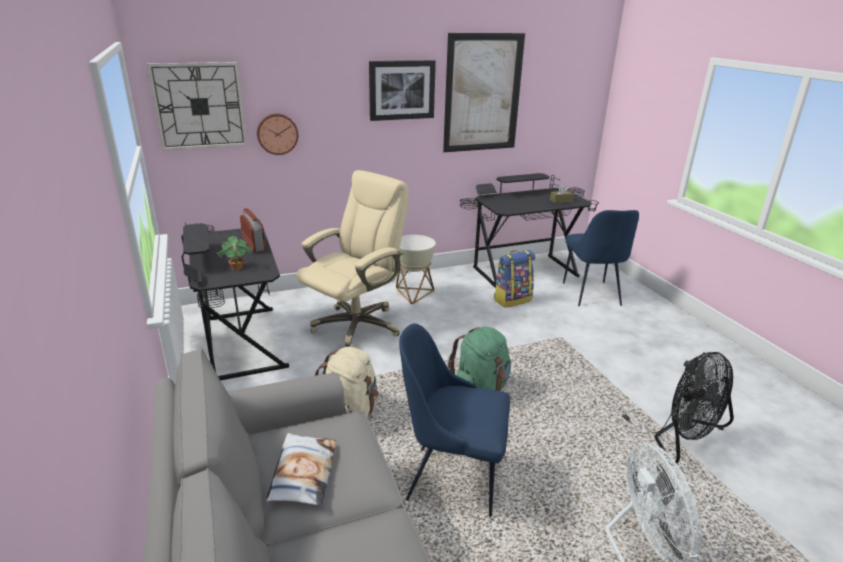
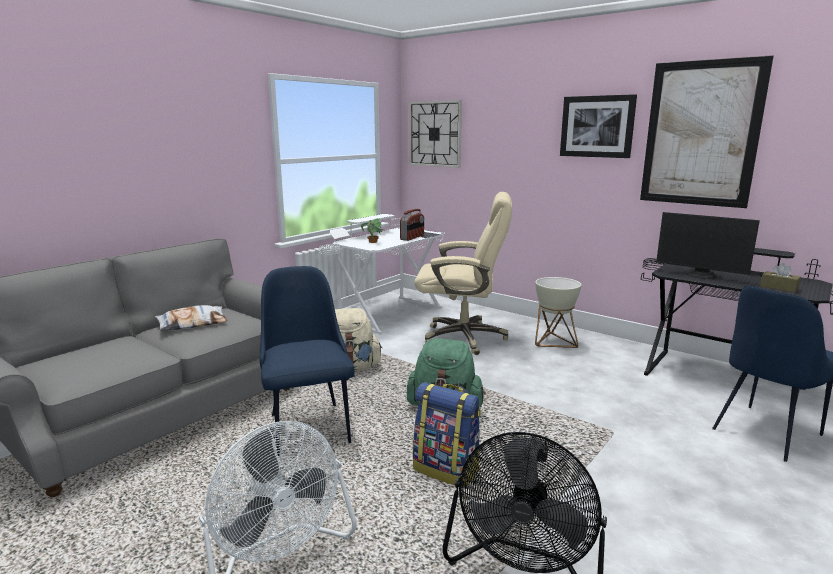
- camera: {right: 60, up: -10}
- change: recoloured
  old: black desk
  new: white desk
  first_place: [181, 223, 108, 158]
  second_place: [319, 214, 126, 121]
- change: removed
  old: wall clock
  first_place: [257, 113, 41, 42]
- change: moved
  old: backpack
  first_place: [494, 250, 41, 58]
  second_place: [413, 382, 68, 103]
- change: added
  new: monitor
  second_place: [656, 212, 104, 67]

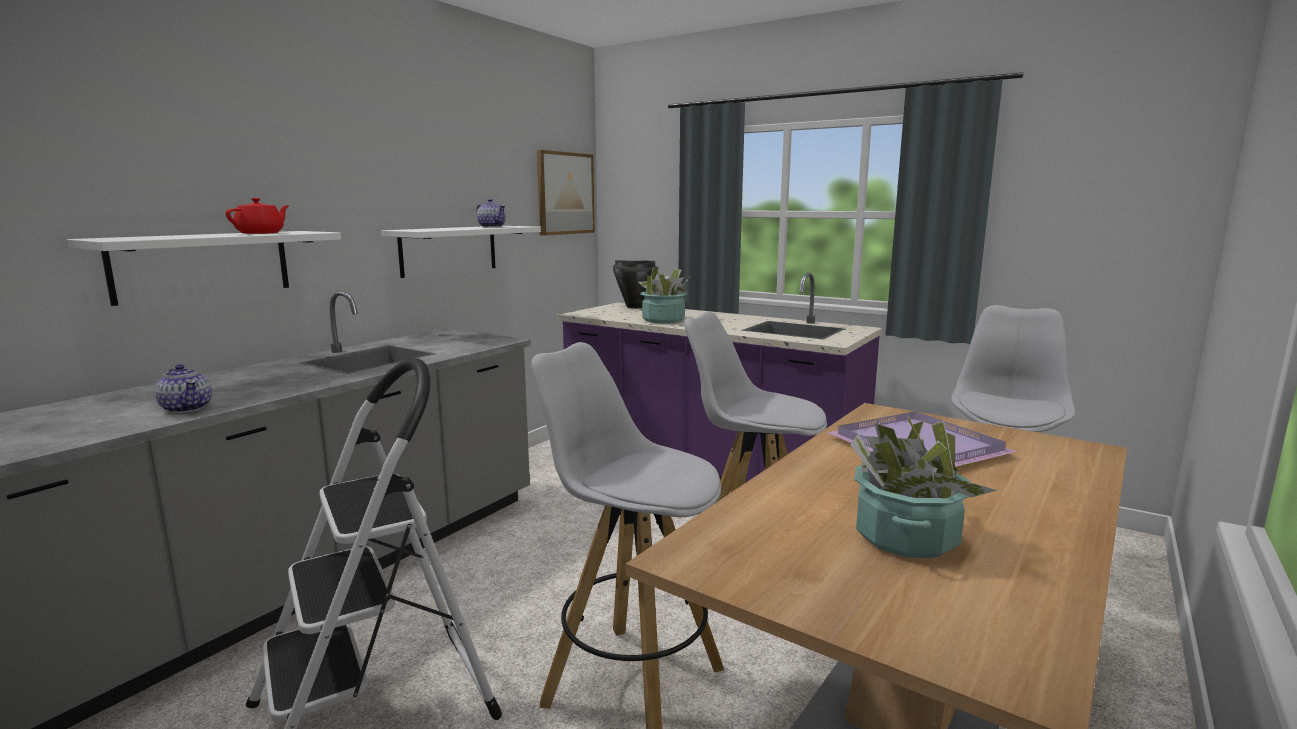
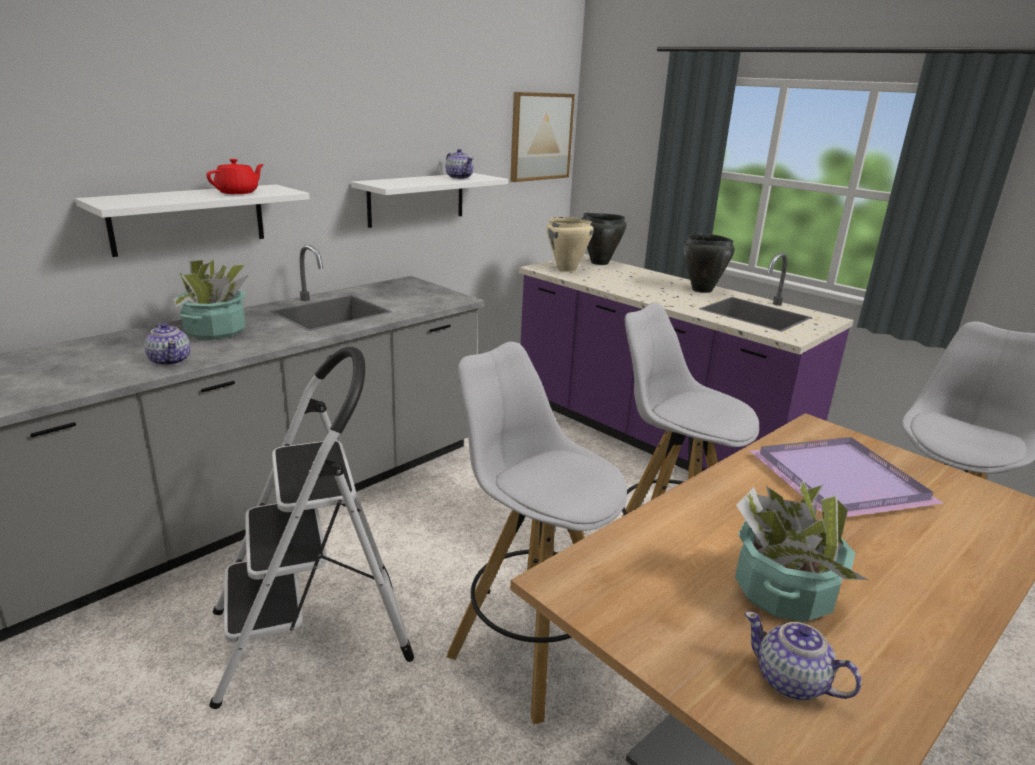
- camera: {right: 10, up: 10}
- change: moved
  old: potted plant
  first_place: [638, 267, 51, 56]
  second_place: [173, 259, 76, 81]
- change: added
  new: beige cooking pot
  second_place: [546, 217, 48, 55]
- change: added
  new: black cooking pot
  second_place: [683, 233, 52, 60]
- change: added
  new: teapot
  second_place: [744, 611, 118, 89]

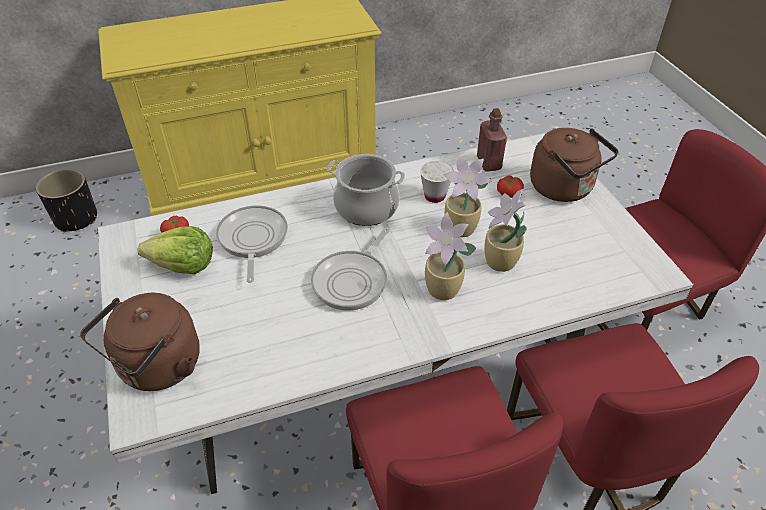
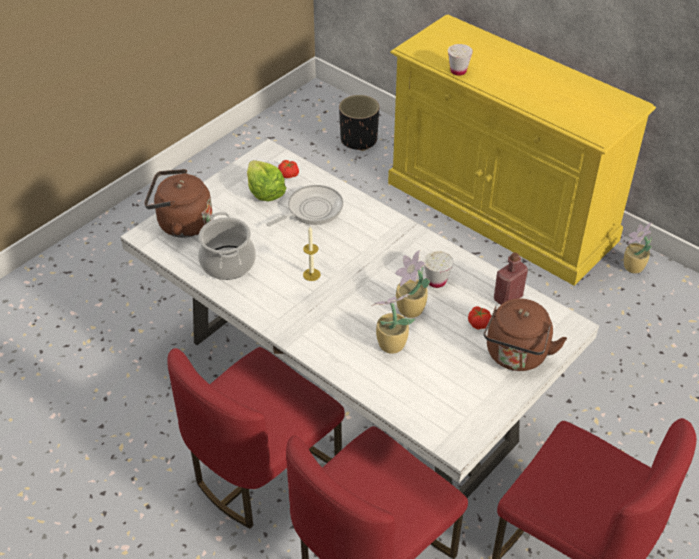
- camera: {right: 60, up: 0}
- change: replaced
  old: frying pan
  new: candle
  first_place: [311, 228, 79, 83]
  second_place: [303, 227, 18, 54]
- change: moved
  old: cooking pot
  first_place: [327, 154, 78, 72]
  second_place: [198, 212, 58, 68]
- change: moved
  old: potted plant
  first_place: [425, 212, 51, 88]
  second_place: [624, 223, 28, 51]
- change: added
  new: white cup
  second_place: [448, 44, 25, 32]

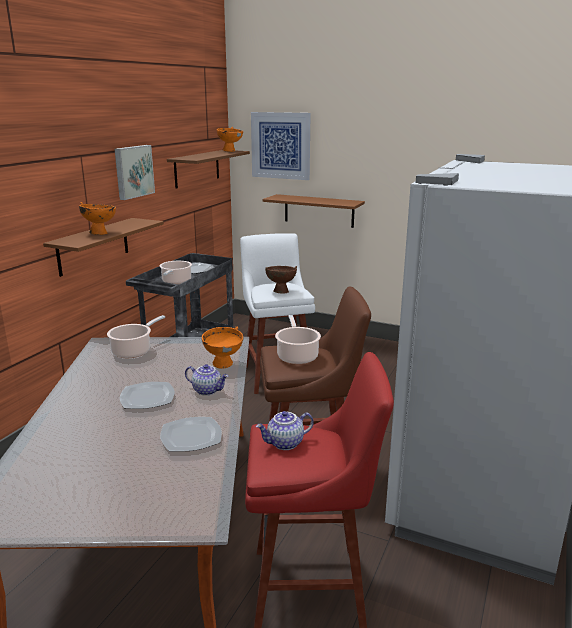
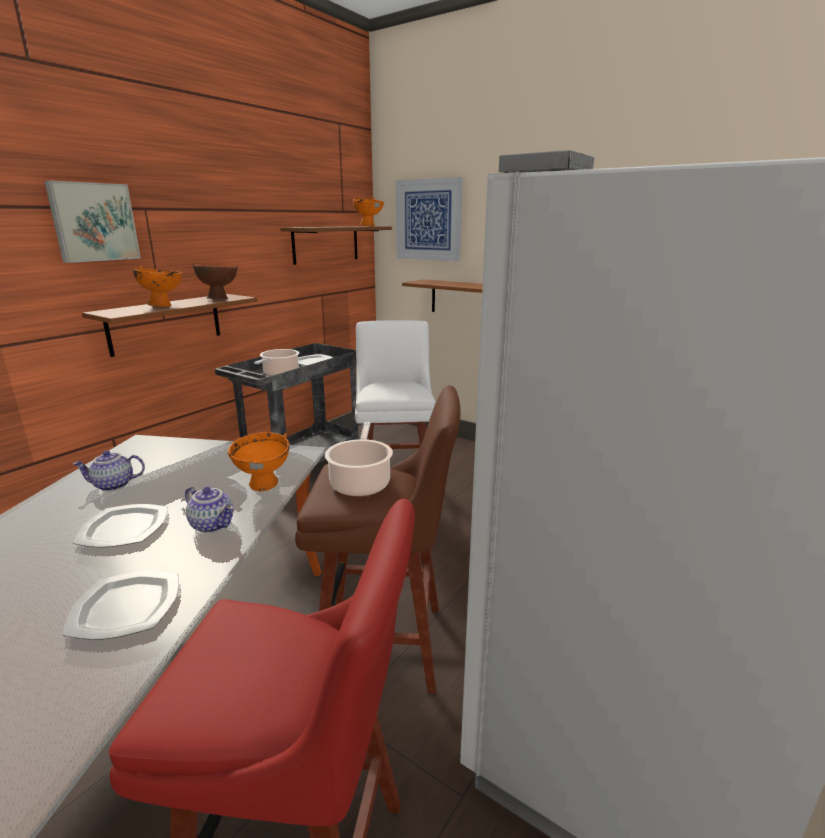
- camera: {right: 10, up: 0}
- change: removed
  old: cooking pot
  first_place: [107, 315, 58, 43]
- change: moved
  old: picture
  first_place: [115, 145, 40, 55]
  second_place: [44, 180, 97, 83]
- change: moved
  old: teapot
  first_place: [256, 411, 58, 39]
  second_place: [73, 451, 72, 40]
- change: moved
  old: brown bowl
  first_place: [265, 266, 32, 27]
  second_place: [192, 263, 46, 36]

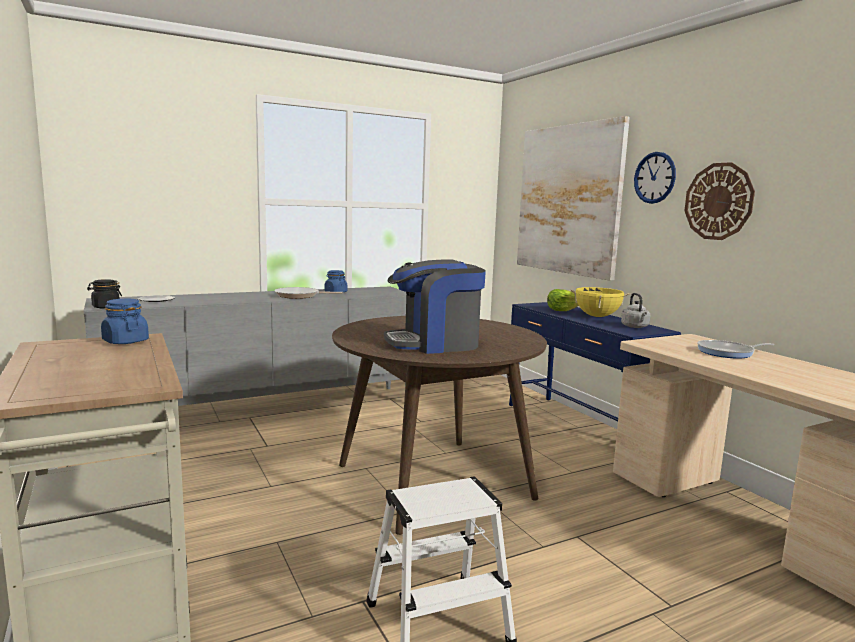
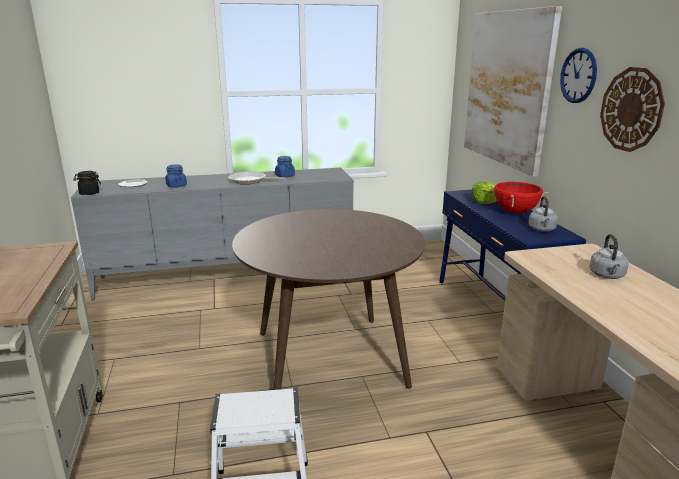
- camera: {right: 15, up: 10}
- change: moved
  old: blue jar
  first_place: [101, 298, 48, 46]
  second_place: [165, 165, 22, 23]
- change: removed
  old: coffee machine
  first_place: [384, 260, 102, 94]
- change: recoloured
  old: yellow cooking pot
  new: red cooking pot
  first_place: [570, 287, 60, 30]
  second_place: [489, 182, 60, 32]
- change: replaced
  old: frying pan
  new: grey kettle
  first_place: [697, 340, 77, 19]
  second_place: [589, 234, 40, 45]

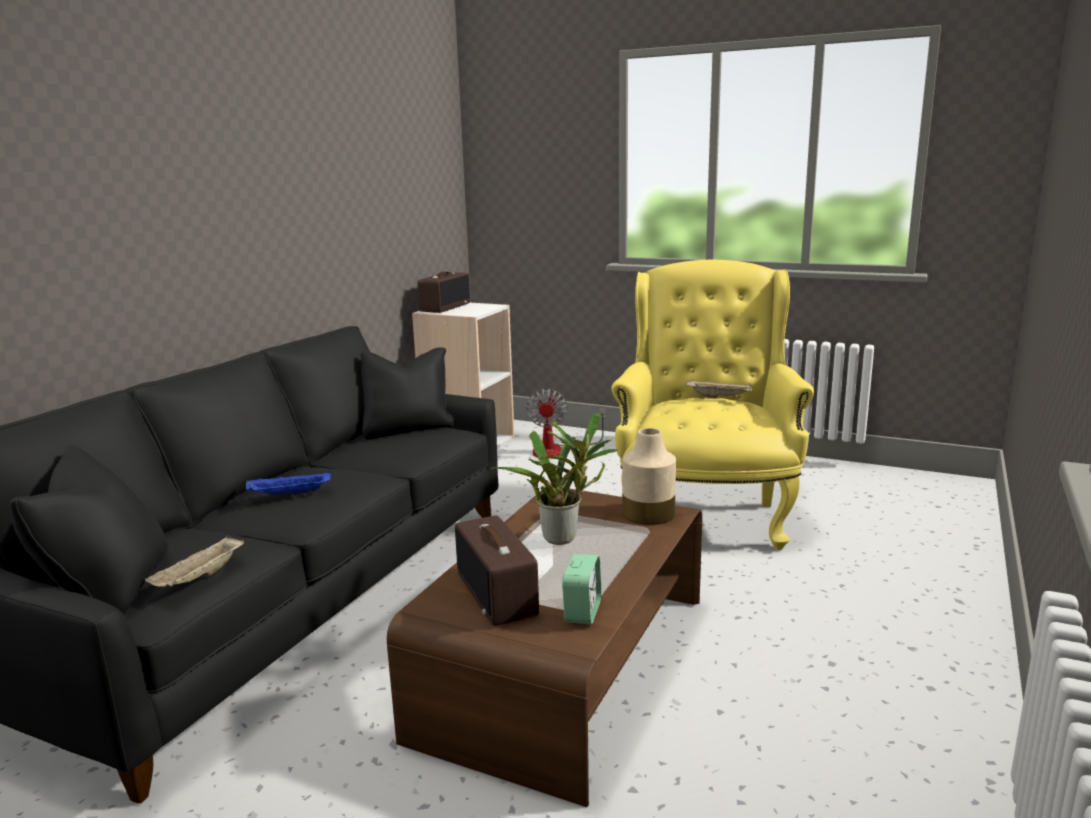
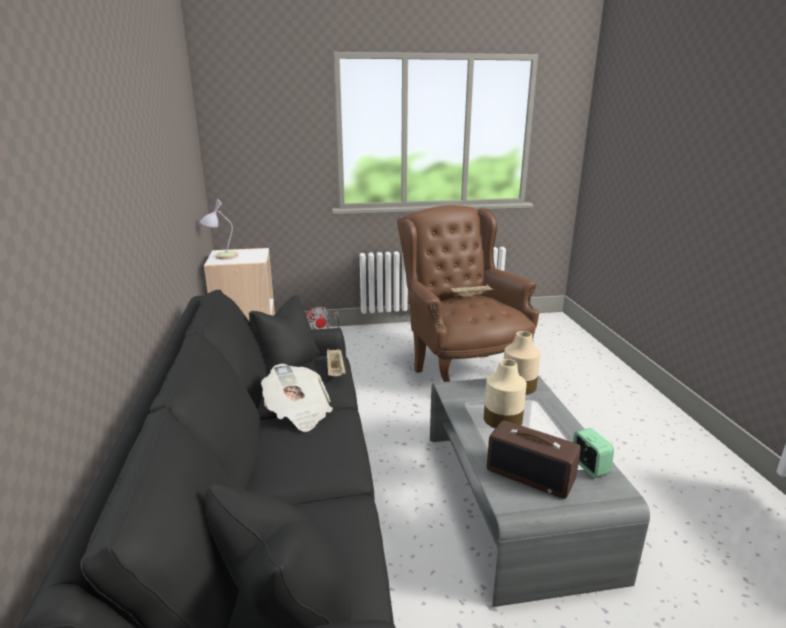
- camera: {right: -35, up: 5}
- change: moved
  old: beige tray
  first_place: [145, 535, 99, 52]
  second_place: [327, 349, 19, 27]
- change: removed
  old: blue tray
  first_place: [246, 471, 85, 26]
- change: recoloured
  old: brown coffee table
  new: grey coffee table
  first_place: [387, 488, 315, 319]
  second_place: [430, 375, 220, 232]
- change: replaced
  old: radio
  new: table lamp
  first_place: [417, 272, 53, 41]
  second_place: [200, 198, 39, 62]
- change: replaced
  old: potted plant
  new: beige vase
  first_place: [491, 412, 127, 133]
  second_place: [484, 359, 43, 69]
- change: recoloured
  old: yellow armchair
  new: brown armchair
  first_place: [611, 260, 203, 290]
  second_place: [397, 205, 142, 177]
- change: added
  new: newspaper
  second_place: [261, 364, 72, 68]

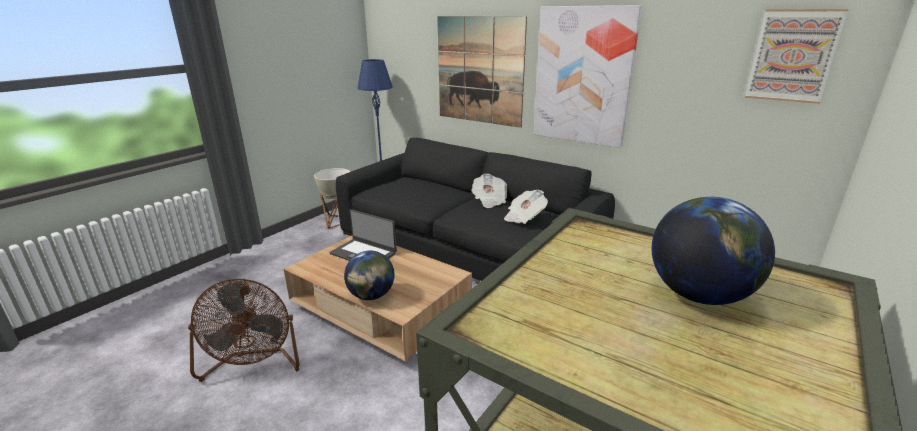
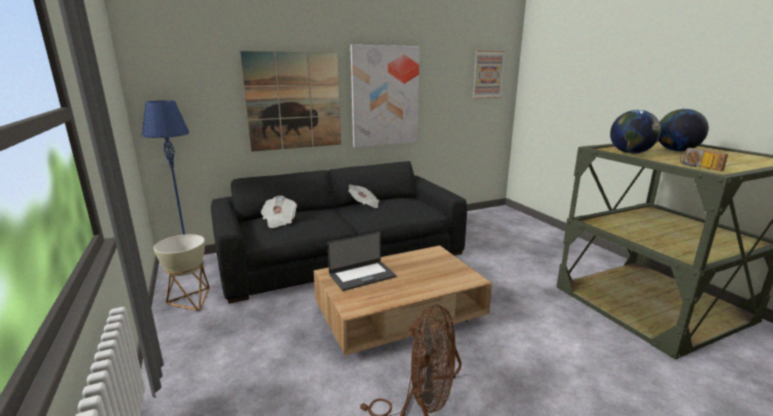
- camera: {right: -60, up: -5}
- change: moved
  old: globe
  first_place: [344, 251, 51, 49]
  second_place: [610, 110, 51, 44]
- change: moved
  old: newspaper
  first_place: [504, 190, 44, 34]
  second_place: [261, 196, 36, 32]
- change: added
  new: radio
  second_place: [680, 148, 48, 23]

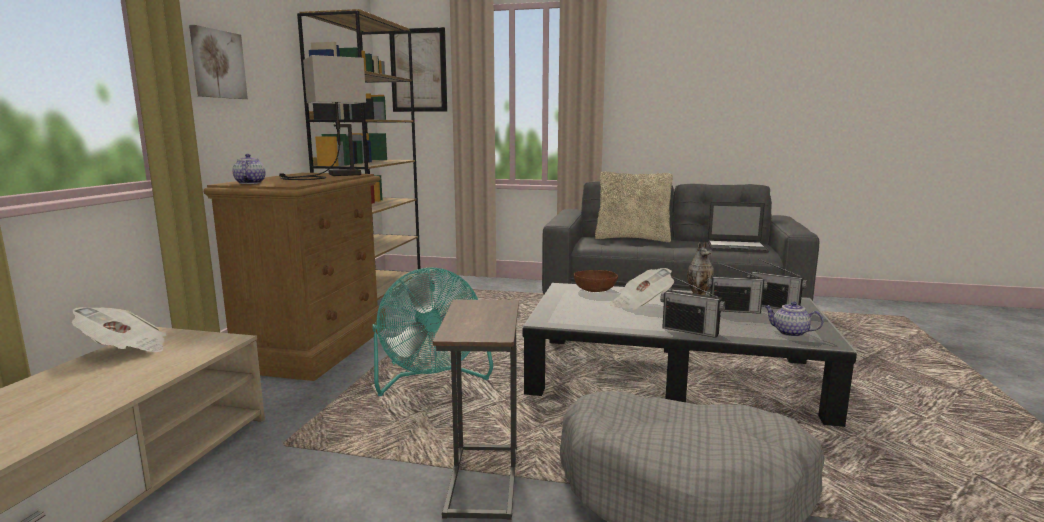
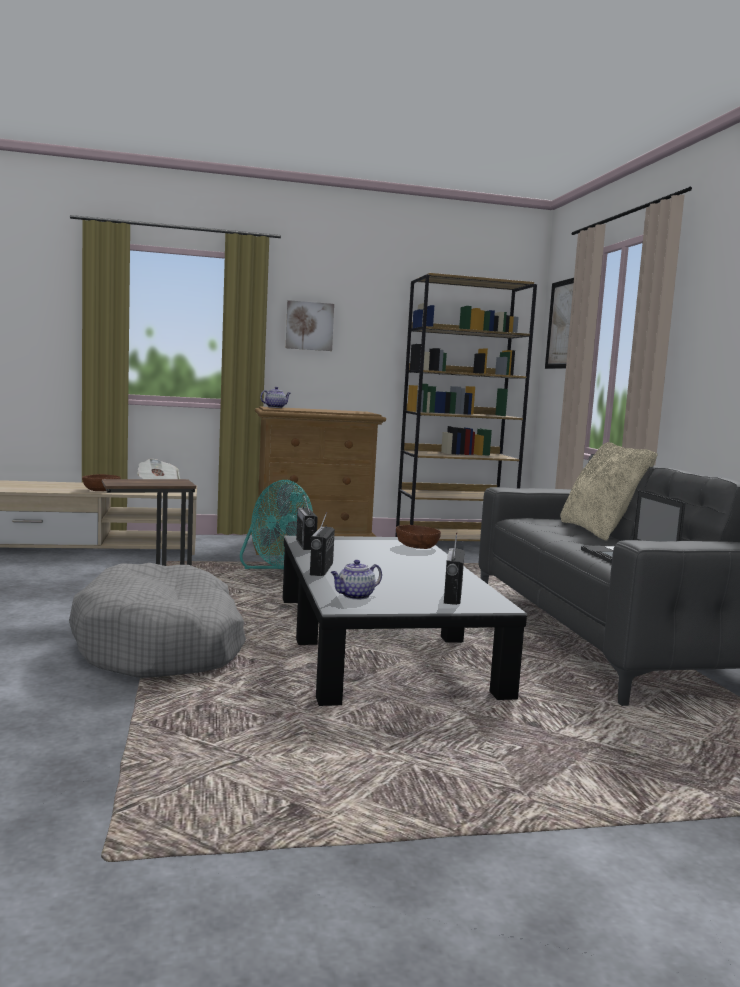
- camera: {right: 65, up: -5}
- change: removed
  old: table lamp
  first_place: [279, 55, 87, 125]
- change: removed
  old: newspaper
  first_place: [610, 268, 64, 42]
- change: removed
  old: vase
  first_place: [687, 242, 27, 53]
- change: moved
  old: radio
  first_place: [707, 263, 60, 51]
  second_place: [296, 495, 22, 55]
- change: turned
  old: teapot
  first_place: [764, 301, 59, 36]
  second_place: [331, 560, 51, 40]
  degrees: -135
- change: added
  new: brown bowl
  second_place: [82, 474, 39, 17]

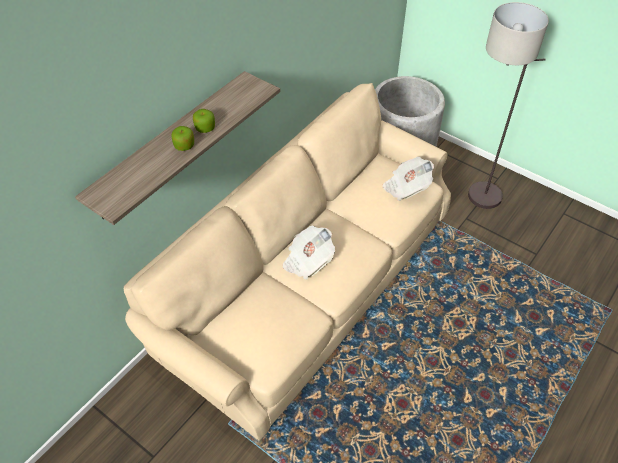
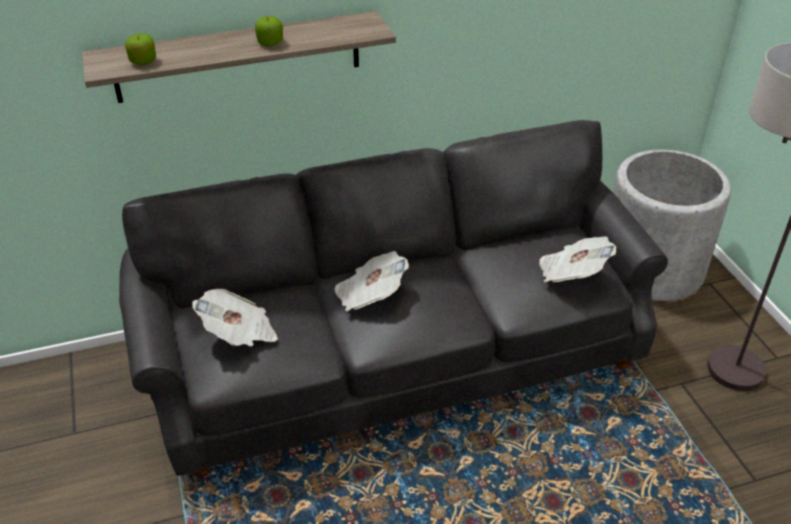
- camera: {right: 35, up: -10}
- change: recoloured
  old: beige sofa
  new: black sofa
  first_place: [123, 83, 328, 357]
  second_place: [119, 120, 549, 357]
- change: moved
  old: apple
  first_place: [171, 126, 23, 25]
  second_place: [125, 33, 31, 32]
- change: added
  new: newspaper
  second_place: [192, 289, 86, 57]

